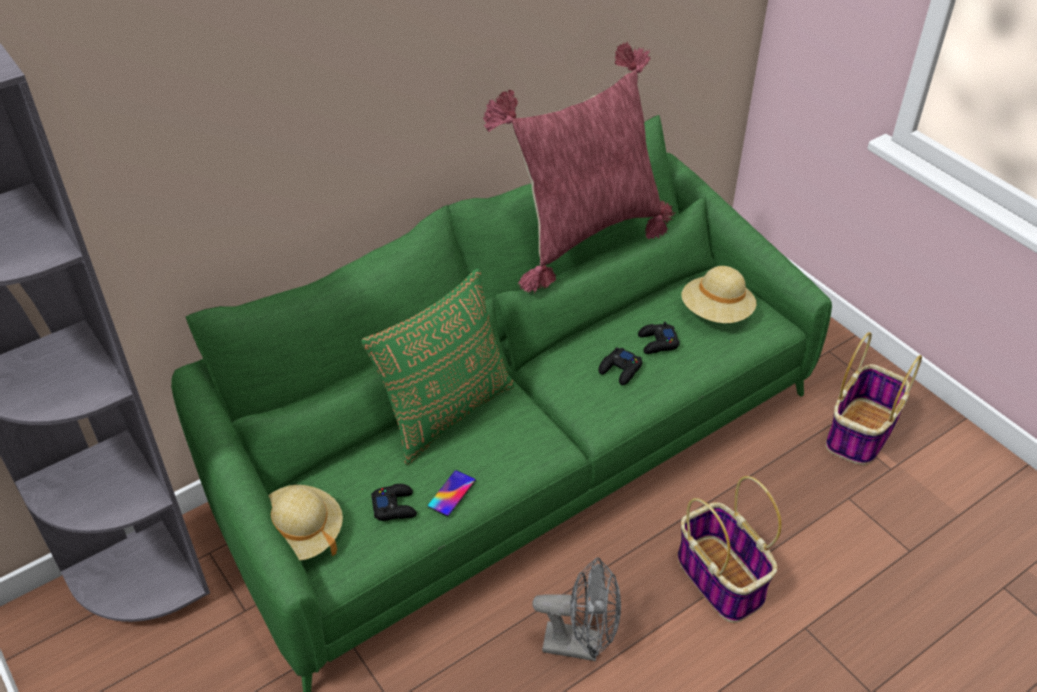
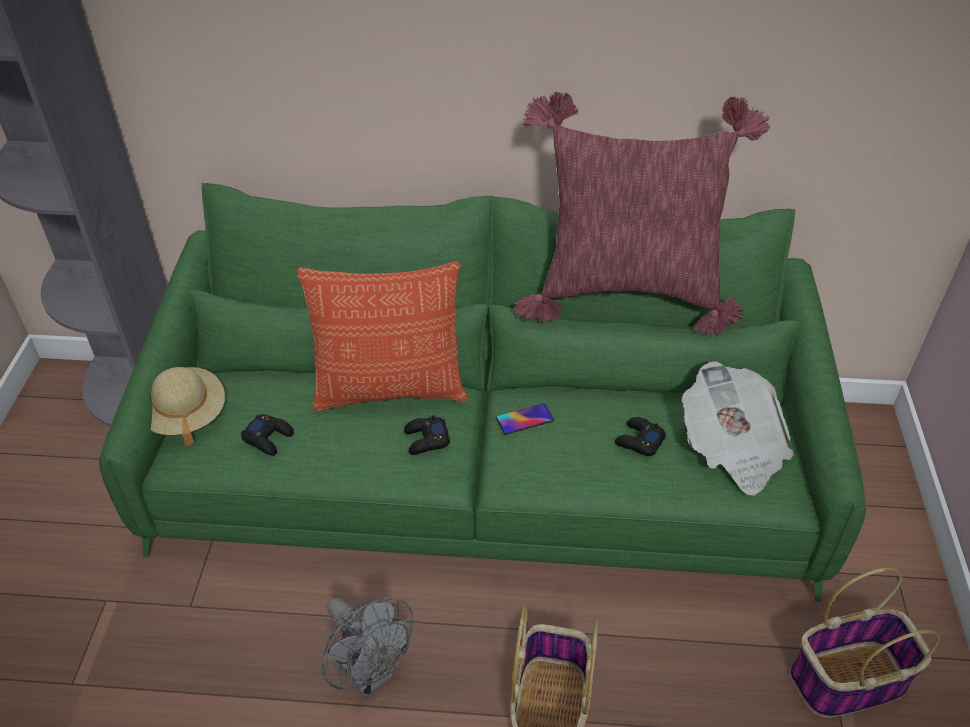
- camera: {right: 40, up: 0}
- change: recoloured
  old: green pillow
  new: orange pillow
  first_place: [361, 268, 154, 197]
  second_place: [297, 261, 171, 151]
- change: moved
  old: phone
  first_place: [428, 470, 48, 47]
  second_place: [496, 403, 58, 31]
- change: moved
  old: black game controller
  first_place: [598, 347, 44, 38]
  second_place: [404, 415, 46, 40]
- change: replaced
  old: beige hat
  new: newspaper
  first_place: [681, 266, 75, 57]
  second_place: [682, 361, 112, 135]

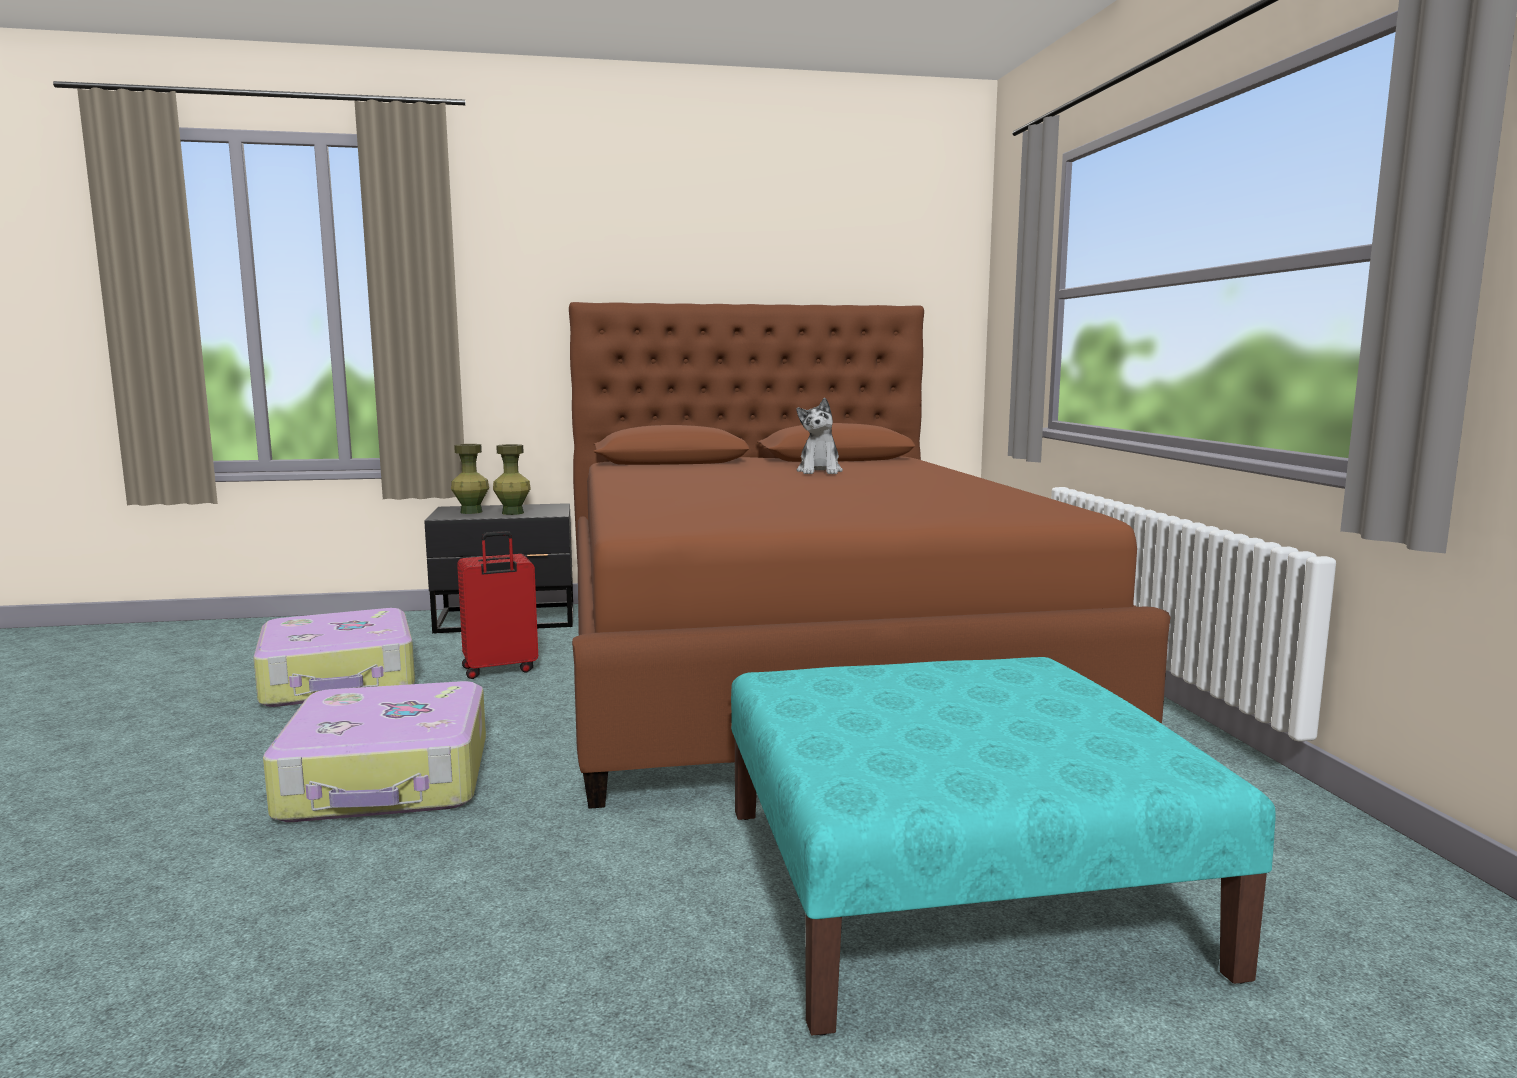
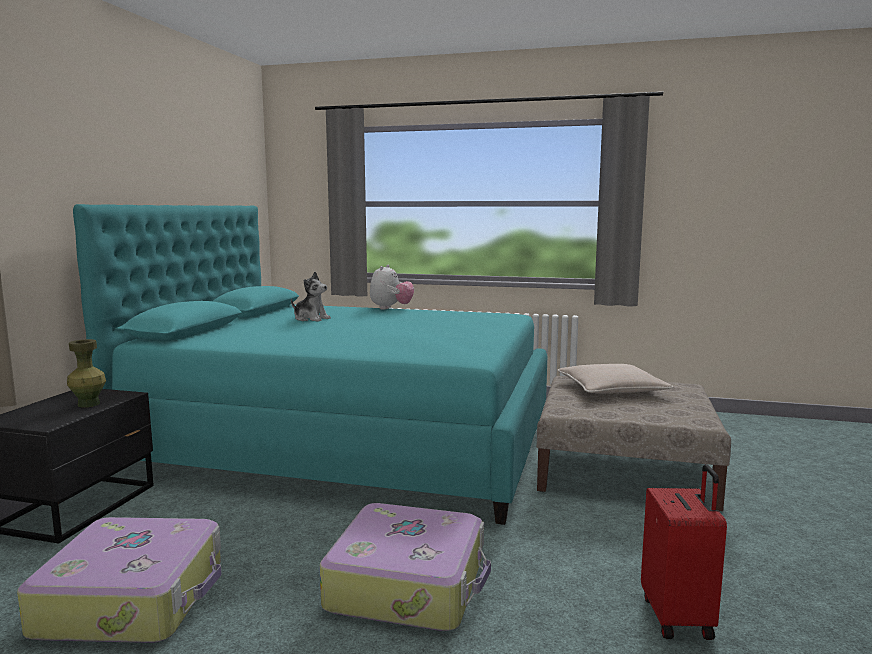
- camera: {right: -65, up: 0}
- change: removed
  old: green vase
  first_place: [451, 444, 38, 70]
- change: moved
  old: red suitcase
  first_place: [457, 531, 81, 148]
  second_place: [641, 464, 86, 176]
- change: recoloured
  old: brown bed
  new: turquoise bed
  first_place: [569, 302, 602, 507]
  second_place: [73, 204, 474, 321]
- change: recoloured
  old: turquoise ottoman
  new: beige ottoman
  first_place: [731, 657, 545, 379]
  second_place: [537, 376, 194, 135]
- change: added
  new: plush toy
  second_place: [370, 265, 44, 45]
- change: added
  new: beige pillow
  second_place: [557, 364, 116, 30]

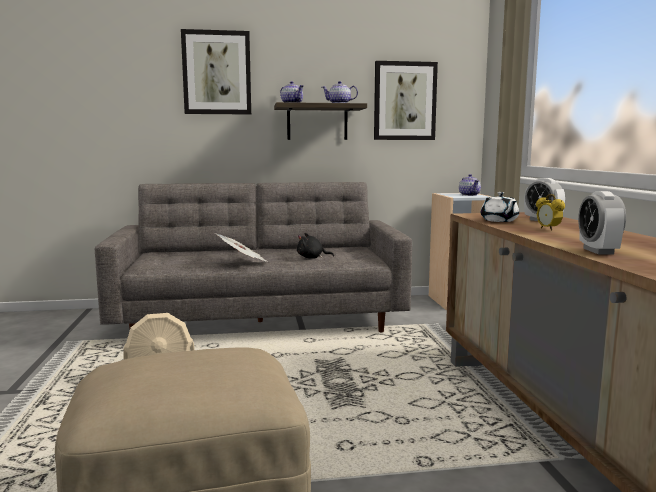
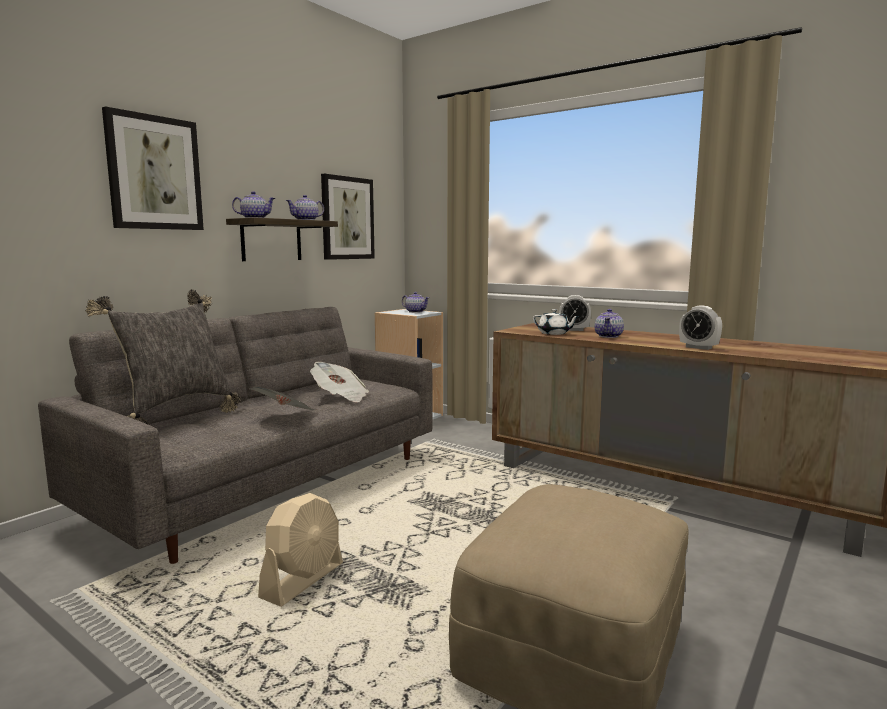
- camera: {right: -45, up: 0}
- change: replaced
  old: black plush toy
  new: newspaper
  first_place: [297, 233, 37, 26]
  second_place: [310, 362, 59, 40]
- change: replaced
  old: alarm clock
  new: teapot
  first_place: [536, 194, 29, 37]
  second_place: [595, 309, 29, 29]
- change: added
  new: pillow
  second_place: [86, 289, 157, 136]

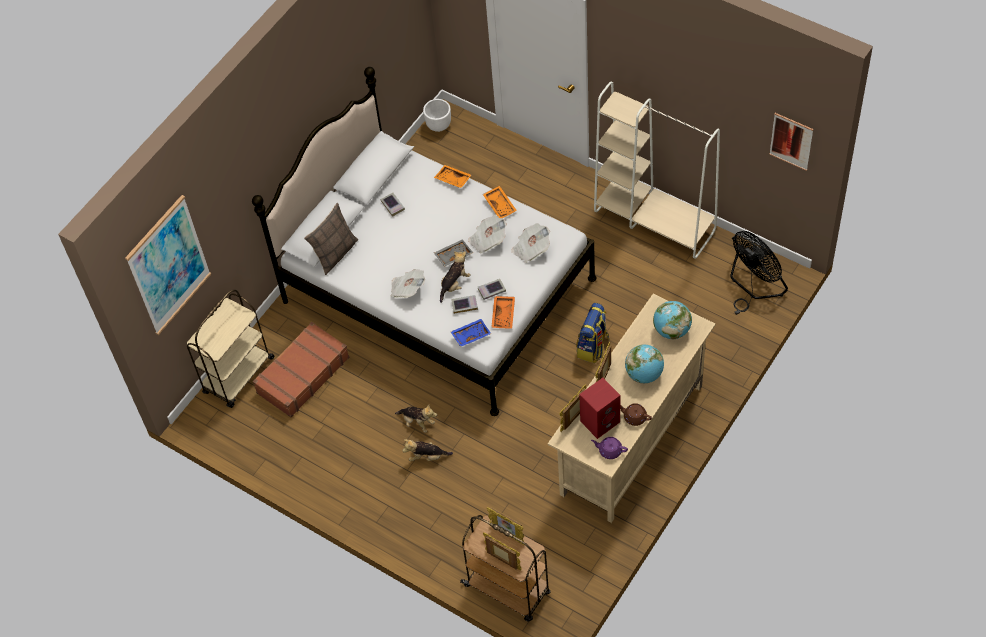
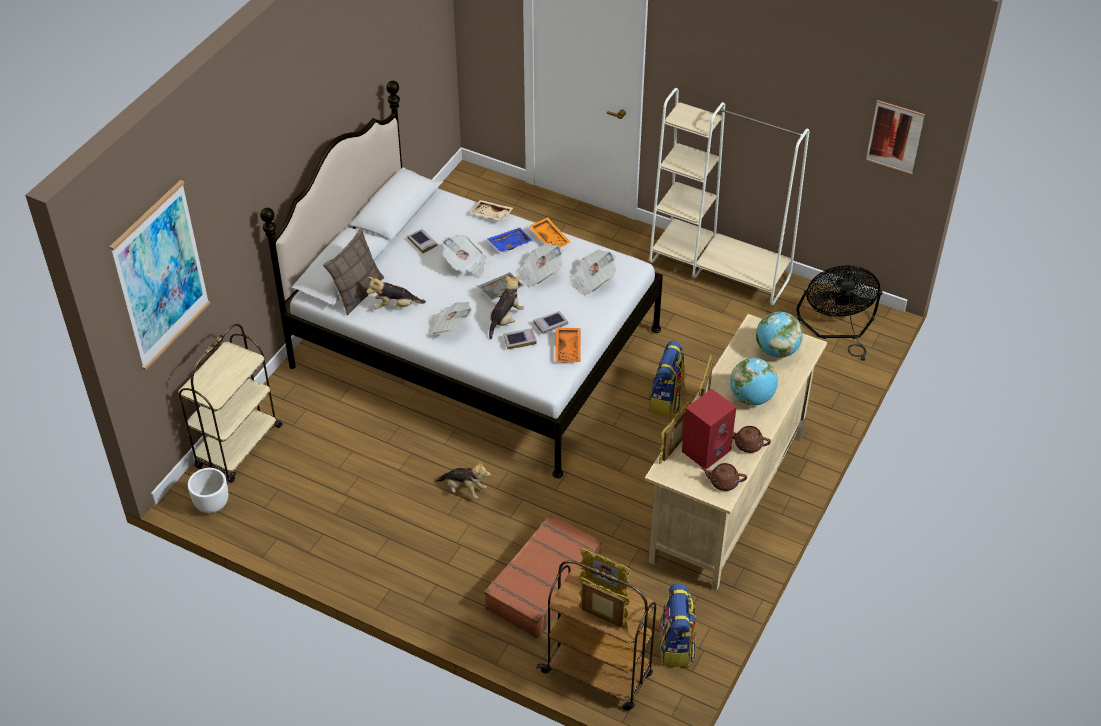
- camera: {right: -10, up: -10}
- change: moved
  old: brown suitcase
  first_place: [253, 322, 97, 95]
  second_place: [484, 514, 118, 124]
- change: moved
  old: plush toy
  first_place: [402, 439, 51, 22]
  second_place: [366, 277, 60, 32]
- change: moved
  old: white planter
  first_place: [423, 99, 28, 33]
  second_place: [188, 468, 40, 45]
- change: recoloured
  old: orange tray
  new: beige tray
  first_place: [434, 165, 37, 23]
  second_place: [469, 200, 44, 21]
- change: moved
  old: blue tray
  first_place: [451, 319, 40, 28]
  second_place: [487, 228, 45, 24]
- change: recoloured
  old: purple teapot
  new: brown teapot
  first_place: [591, 437, 37, 22]
  second_place: [701, 463, 46, 28]
- change: turned
  old: black fan
  first_place: [730, 231, 58, 84]
  second_place: [797, 265, 86, 96]
  degrees: -45
- change: added
  new: newspaper
  second_place: [442, 235, 44, 41]
- change: added
  new: backpack
  second_place: [659, 584, 37, 83]

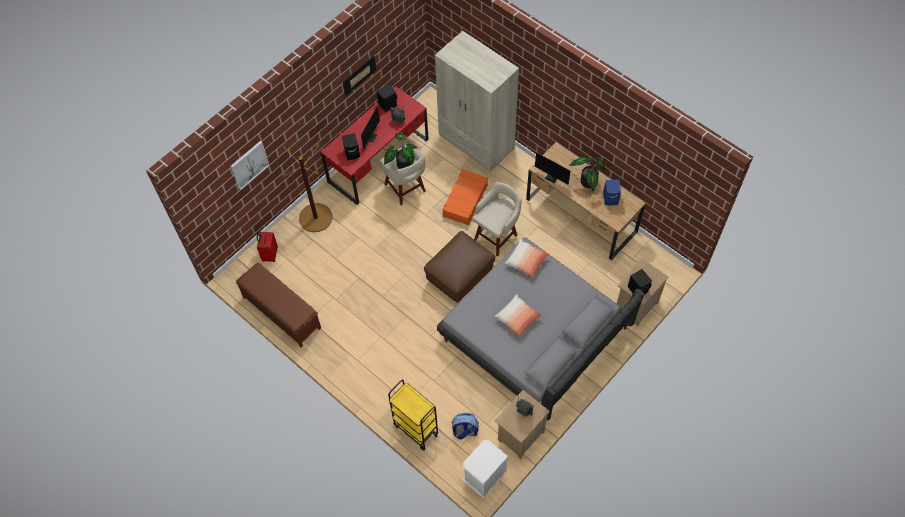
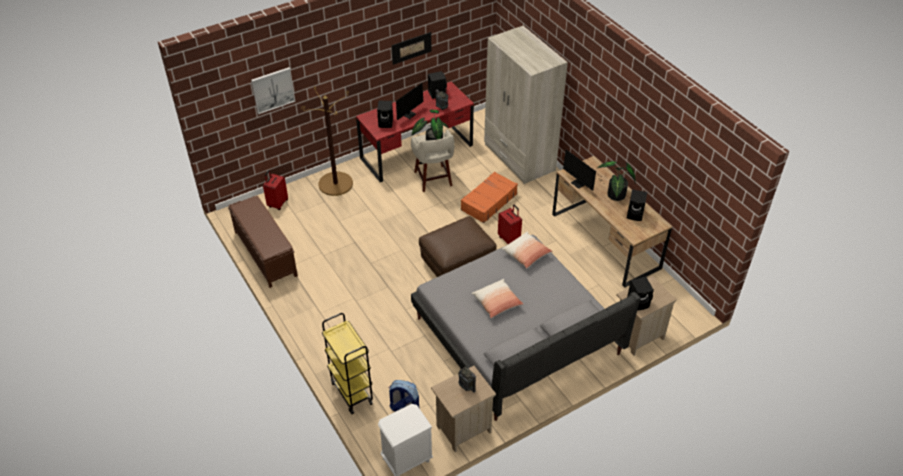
- camera: {right: 15, up: -15}
- change: replaced
  old: beige stool
  new: red suitcase
  first_place: [473, 182, 49, 75]
  second_place: [498, 205, 24, 39]
- change: recoloured
  old: blue speaker
  new: black speaker
  first_place: [603, 180, 18, 25]
  second_place: [627, 189, 20, 32]

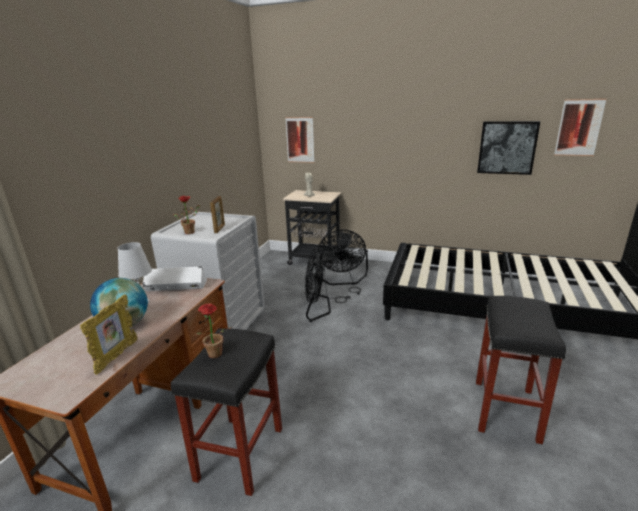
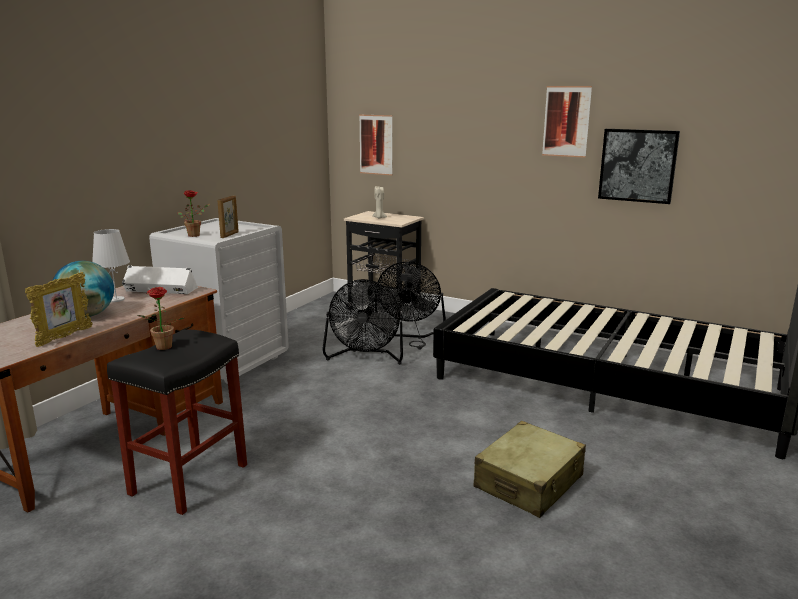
- camera: {right: 10, up: -5}
- change: turned
  old: black fan
  first_place: [305, 248, 47, 75]
  second_place: [322, 279, 81, 86]
  degrees: -90
- change: replaced
  old: black stool
  new: beige suitcase
  first_place: [476, 296, 90, 148]
  second_place: [474, 421, 112, 97]
- change: moved
  old: picture
  first_place: [554, 99, 53, 57]
  second_place: [542, 86, 50, 72]

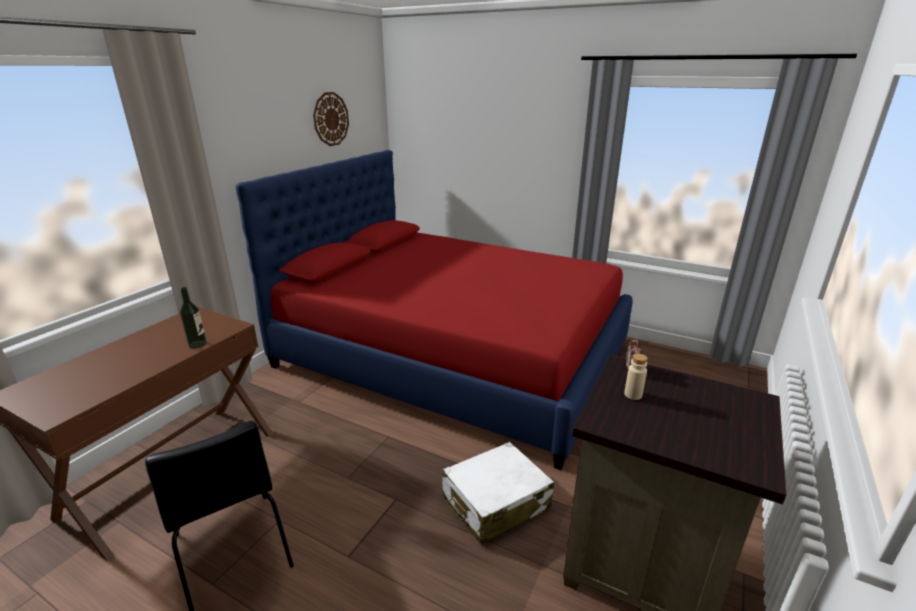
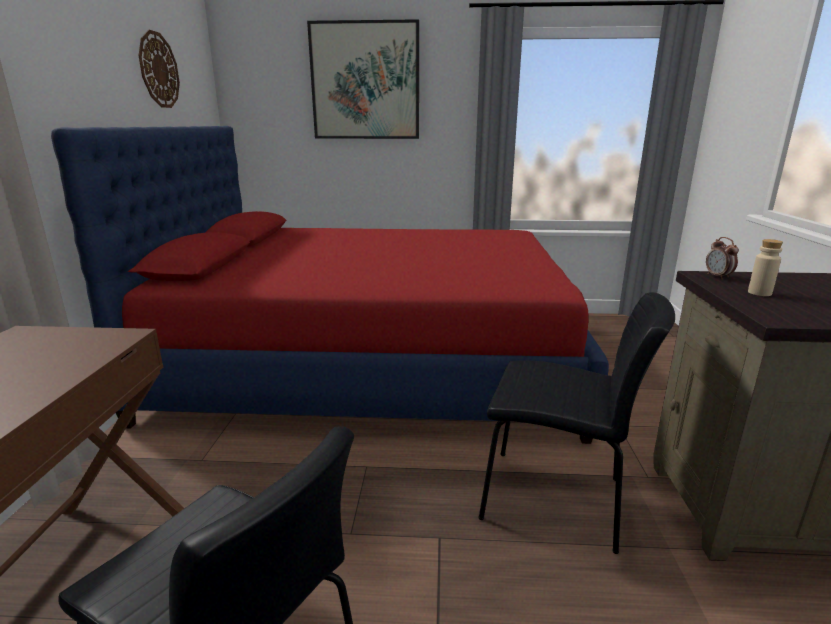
- camera: {right: -25, up: -5}
- change: removed
  old: bottle
  first_place: [180, 287, 27, 62]
- change: replaced
  old: white suitcase
  new: black chair
  first_place: [442, 442, 112, 103]
  second_place: [479, 292, 196, 262]
- change: added
  new: picture
  second_place: [307, 19, 112, 120]

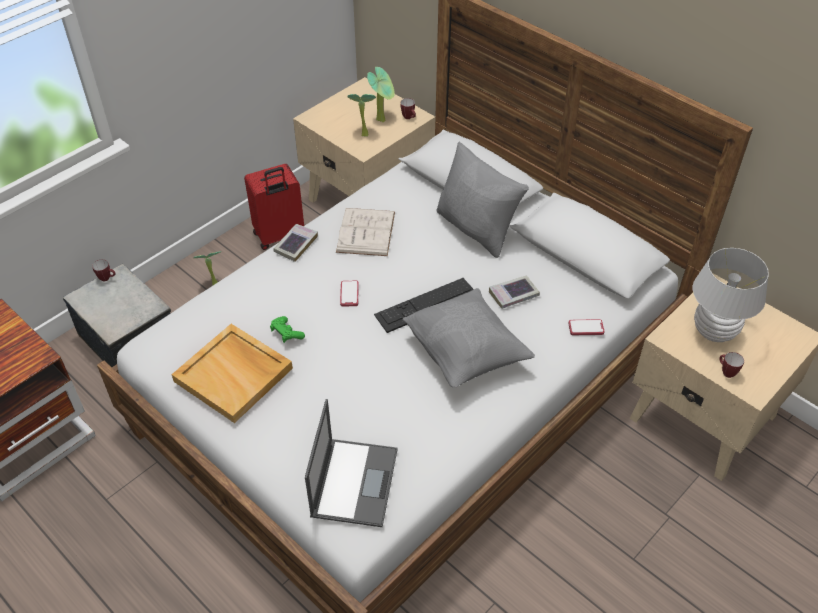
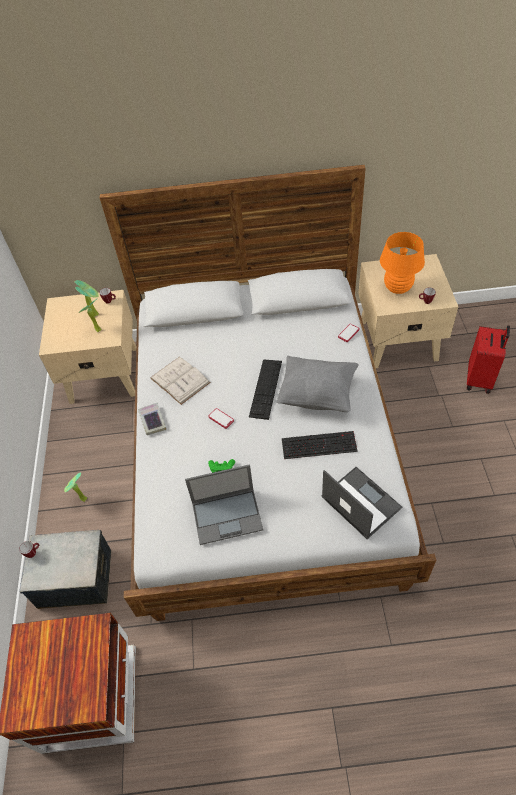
- camera: {right: -45, up: 5}
- change: replaced
  old: beige tray
  new: laptop
  first_place: [171, 324, 122, 99]
  second_place: [185, 464, 78, 81]
- change: moved
  old: red suitcase
  first_place: [244, 164, 60, 86]
  second_place: [467, 325, 43, 69]
- change: removed
  old: grey pillow
  first_place: [436, 142, 93, 116]
- change: removed
  old: book
  first_place: [489, 275, 51, 34]
- change: recoloured
  old: white table lamp
  new: orange table lamp
  first_place: [693, 248, 76, 94]
  second_place: [380, 232, 45, 62]
- change: added
  new: keyboard
  second_place: [282, 431, 76, 28]

